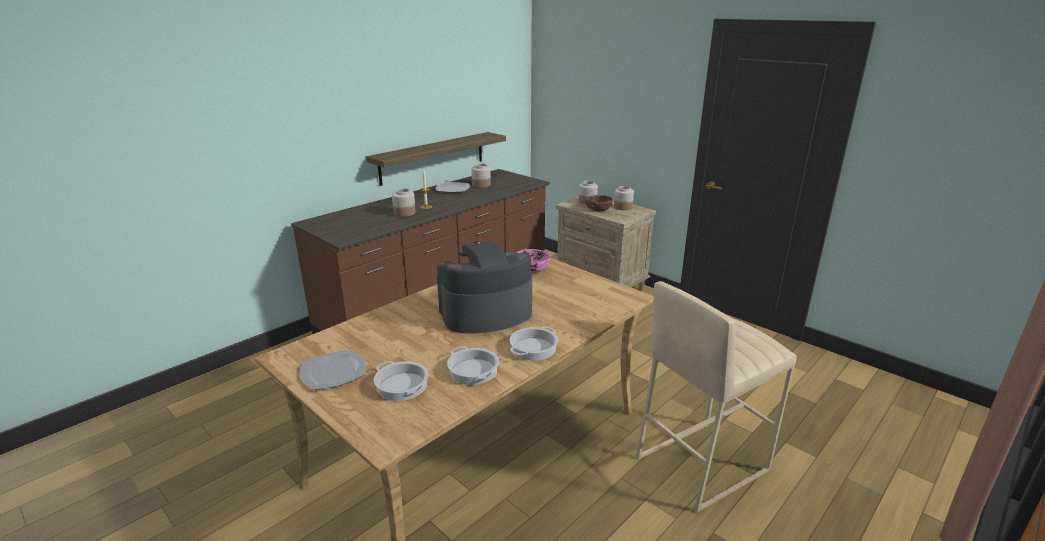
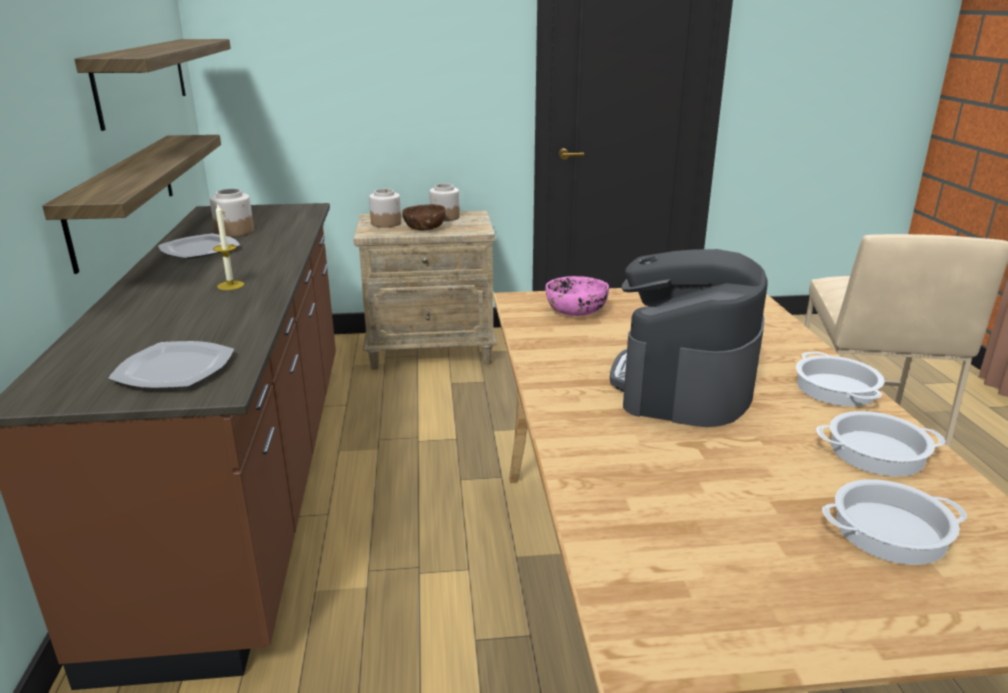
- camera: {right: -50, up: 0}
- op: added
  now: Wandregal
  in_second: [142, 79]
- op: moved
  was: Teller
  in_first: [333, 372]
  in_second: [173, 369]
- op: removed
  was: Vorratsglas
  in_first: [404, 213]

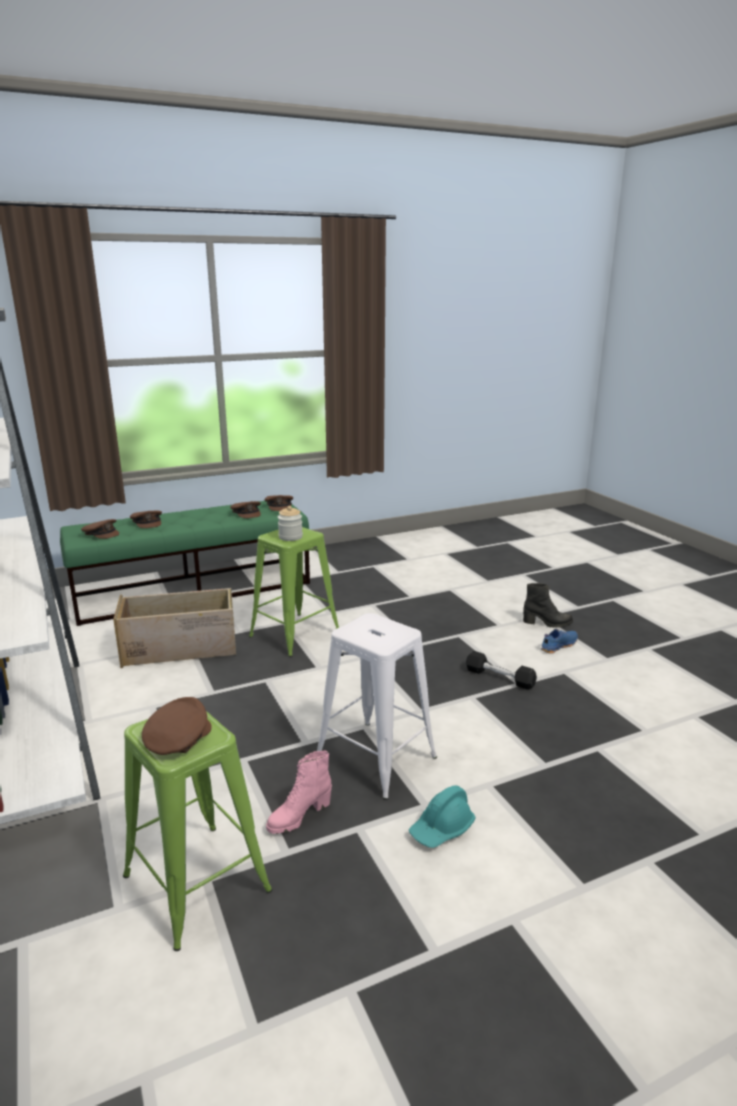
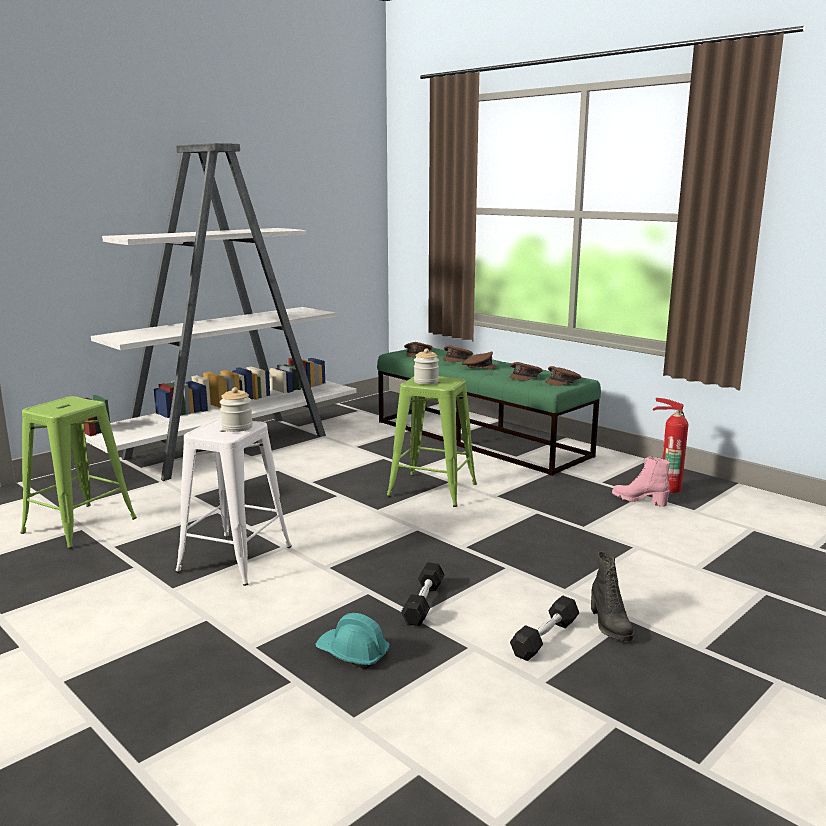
- camera: {right: 70, up: -5}
- op: added
  now: Vorratsglas
  in_second: [237, 427]
- op: moved
  was: Schutzhelm/türkis
  in_first: [442, 829]
  in_second: [352, 653]
- op: moved
  was: Kappe/braun
  in_first: [177, 738]
  in_second: [478, 367]
- op: replaced
  was: Schuh/blau
  now: Hantel/schwarz
  in_first: [558, 646]
  in_second: [545, 638]
- op: moved
  was: Stiefel/rosa
  in_first: [299, 816]
  in_second: [639, 500]
- op: added
  now: Feuerlöscher
  in_second: [669, 487]
- op: removed
  was: Kiste
  in_first: [181, 648]

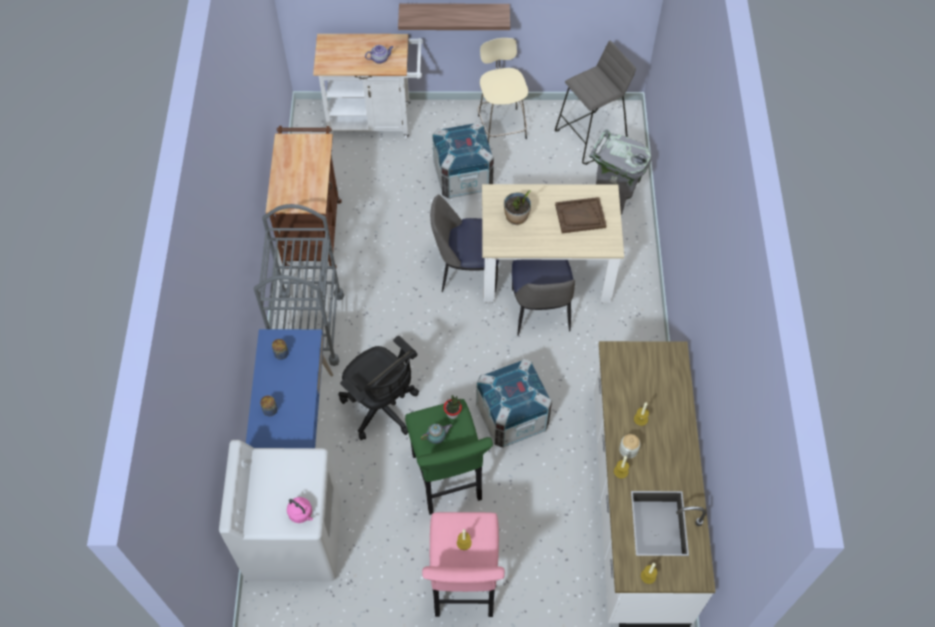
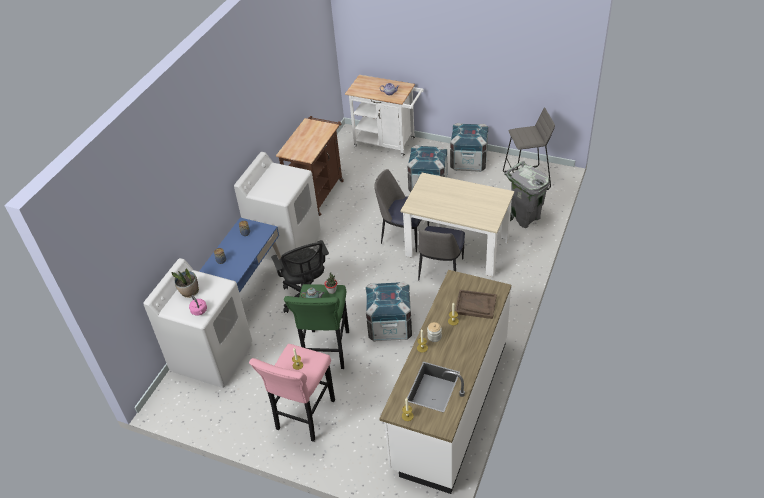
- camera: {right: 25, up: -15}
- op: moved
  was: Topfpflanze
  in_first: [516, 217]
  in_second: [189, 292]
- op: replaced
  was: Rollwagen/grau
  now: Waschmaschine/weiß
  in_first: [309, 328]
  in_second: [286, 243]
- op: replaced
  was: Hocker/beige
  now: Kiste
  in_first: [501, 125]
  in_second: [468, 162]
- op: moved
  was: Tablett/braun
  in_first: [580, 216]
  in_second: [475, 305]
- op: removed
  was: Wandregal
  in_first: [454, 14]

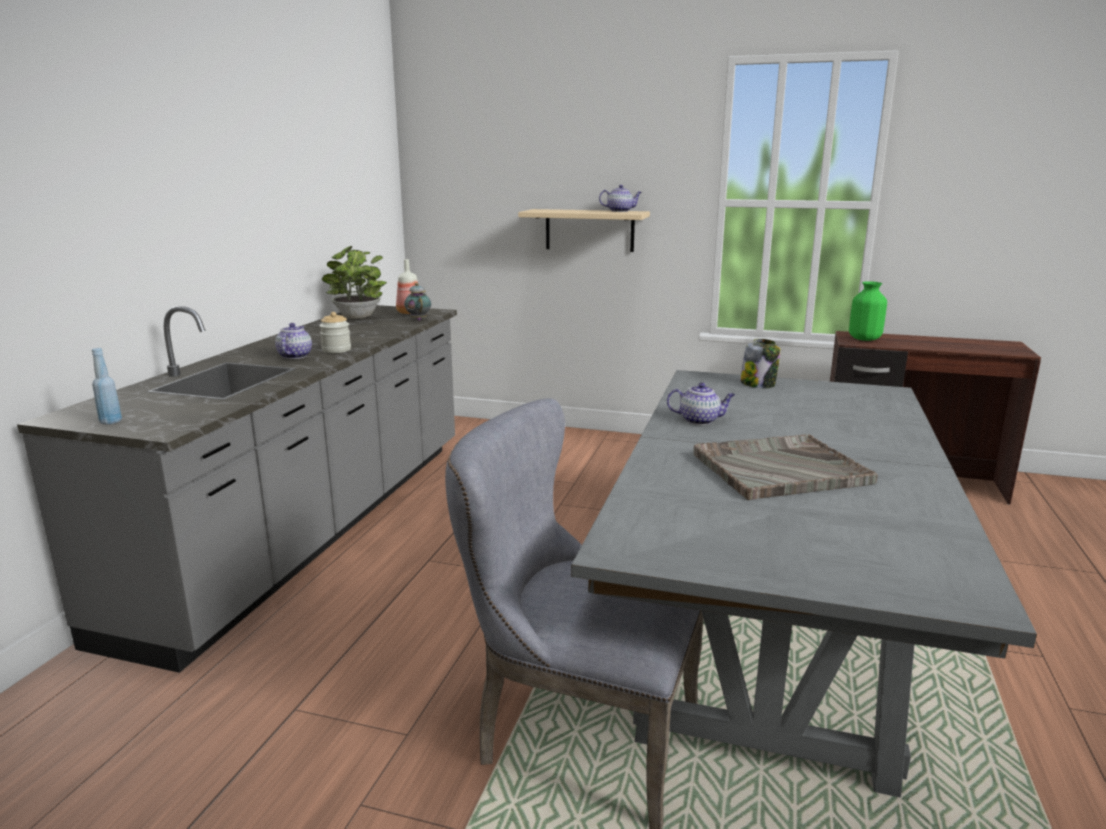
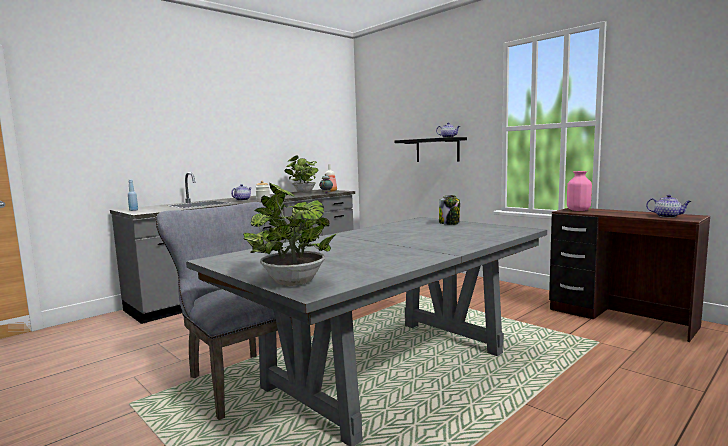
- camera: {right: 30, up: -10}
- op: added
  now: Topfpflanze
  in_second: [291, 281]
- op: recoloured
  was: Wandregal/beige
  now: Wandregal/schwarz
  in_first: [589, 230]
  in_second: [437, 150]
- op: recoloured
  was: Vase/grün
  now: Vase/rosa
  in_first: [864, 339]
  in_second: [578, 210]
- op: moved
  was: Teekanne
  in_first: [700, 420]
  in_second: [668, 216]
- op: removed
  was: Tablett/grau
  in_first: [778, 469]

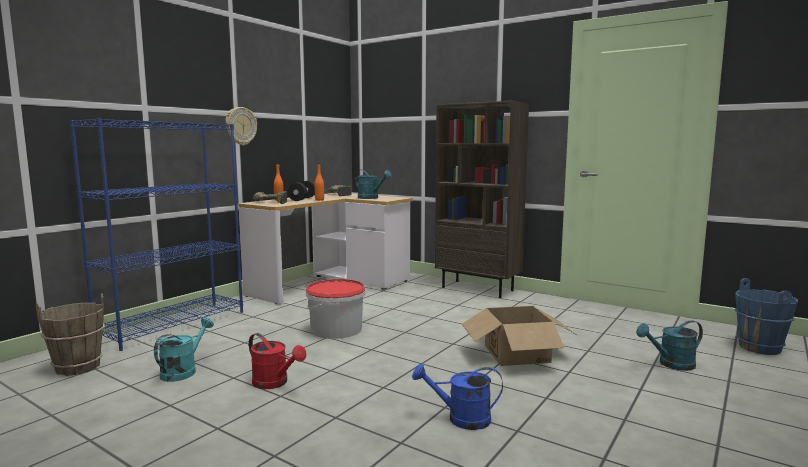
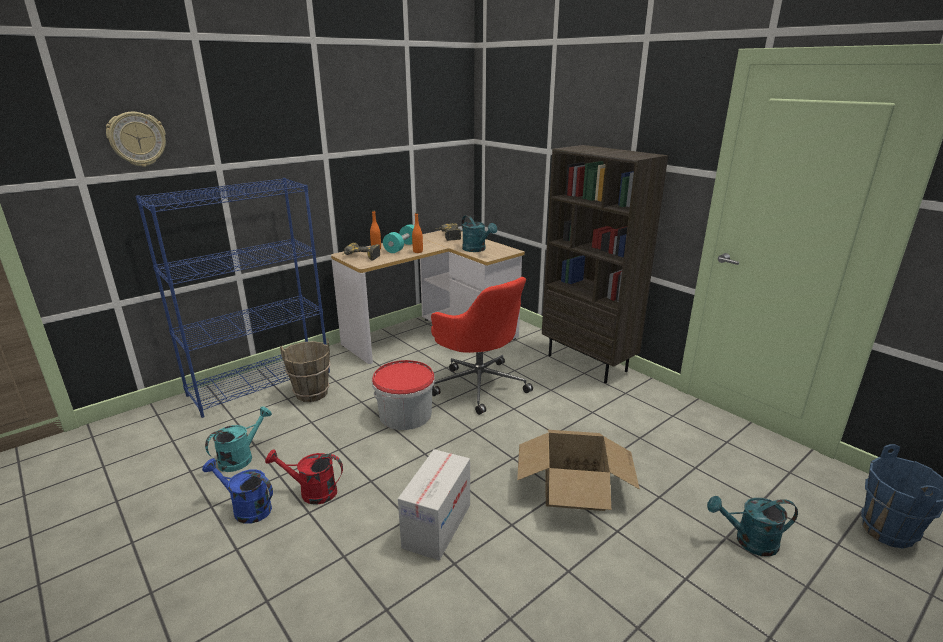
- camera: {right: 15, up: 15}
- op: moved
  was: Wanduhr
  in_first: [240, 126]
  in_second: [137, 139]
- op: moved
  was: Gießkanne/blau
  in_first: [461, 419]
  in_second: [246, 508]
- op: turned
  was: Gießkanne/rot
  in_first: [275, 383]
  in_second: [312, 492]
  clockwise: 135
- op: moved
  was: Eimer/braun
  in_first: [77, 367]
  in_second: [311, 393]
- op: recoloured
  was: Hantel/schwarz
  now: Hantel/türkis
  in_first: [302, 199]
  in_second: [402, 247]
- op: added
  now: Karton
  in_second: [437, 526]
- op: added
  now: Bürostuhl/rot
  in_second: [479, 384]

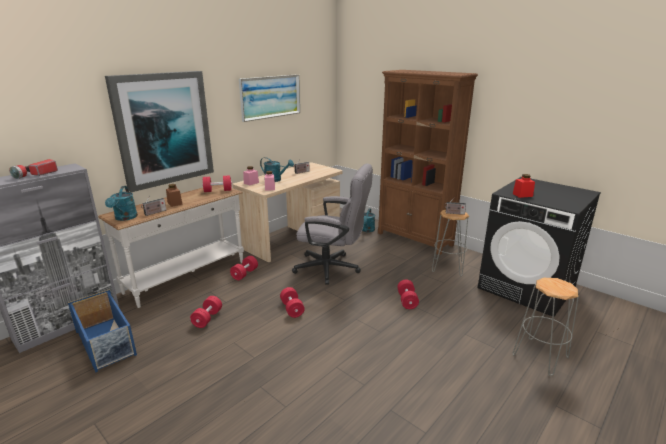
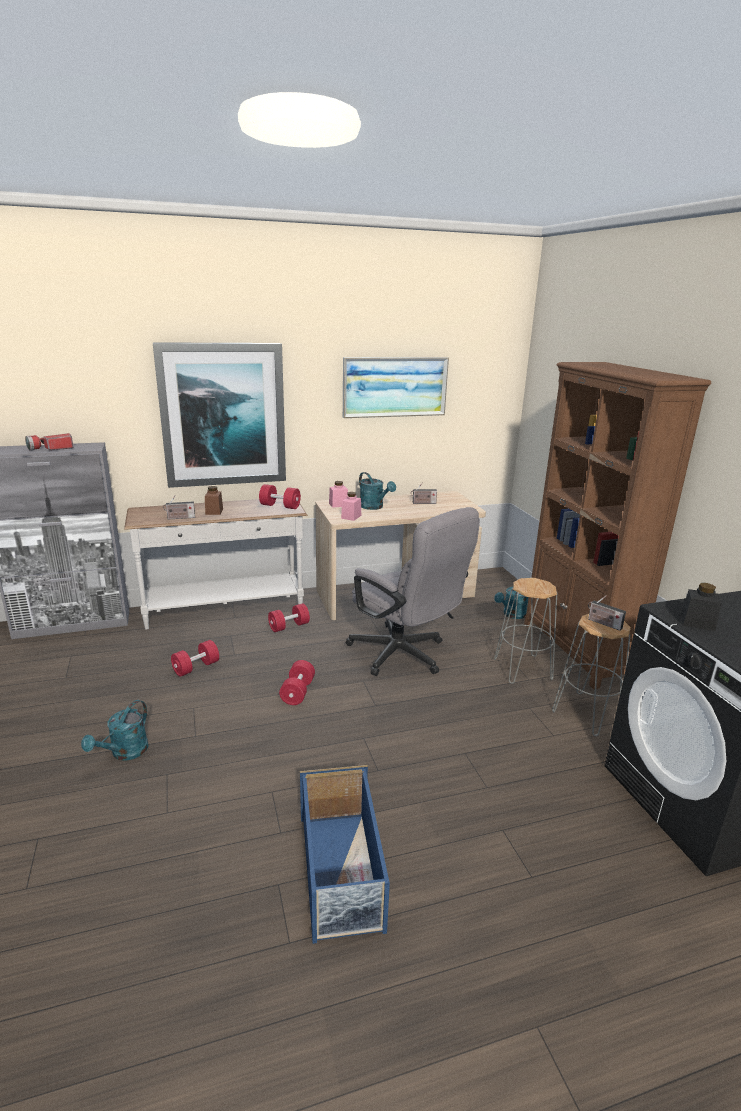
- camera: {right: 30, up: 0}
- op: moved
  was: Gießkanne/türkis
  in_first: [125, 218]
  in_second: [125, 753]
- op: moved
  was: Aufbewahrungsbox/blau
  in_first: [106, 343]
  in_second: [341, 872]
- op: moved
  was: Hocker/grau
  in_first: [540, 356]
  in_second: [523, 669]
- op: recoloured
  was: Vorratsglas/rot
  now: Vorratsglas/schwarz
  in_first: [522, 195]
  in_second: [697, 622]
- op: removed
  was: Hantel/rot
  in_first: [407, 301]

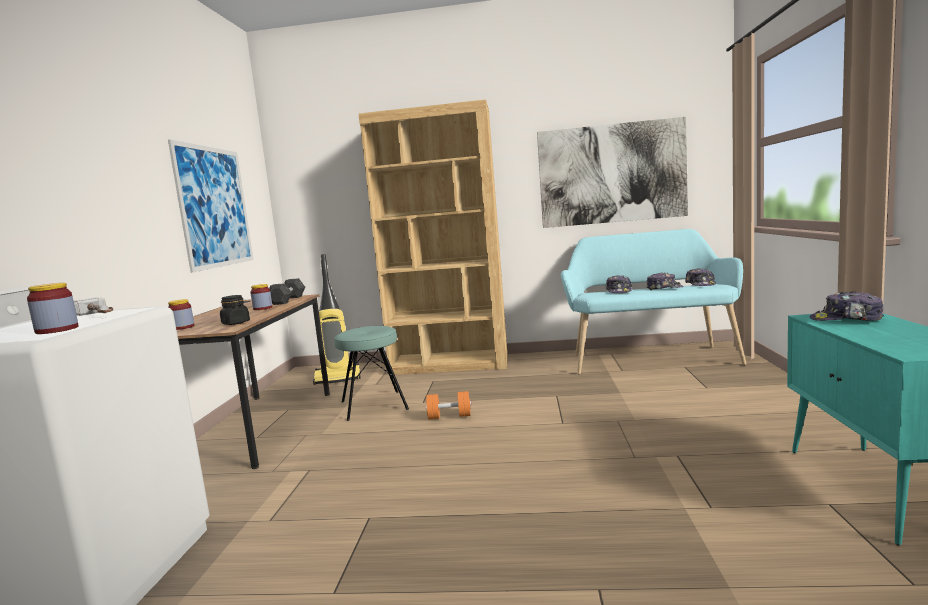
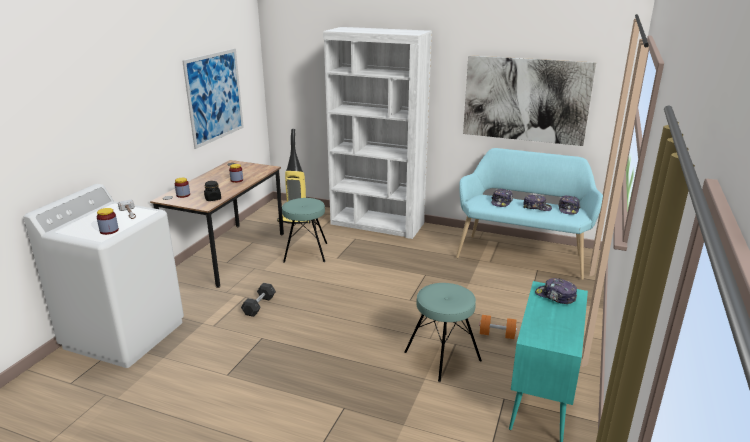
- camera: {right: 15, up: 15}
- op: moved
  was: Hantel/grau
  in_first: [288, 300]
  in_second: [259, 305]
- op: recoloured
  was: Bücherregal/braun
  now: Bücherregal/weiß
  in_first: [450, 364]
  in_second: [377, 224]
- op: added
  now: Hocker/türkis
  in_second: [442, 356]
- op: moved
  was: Hantel/orange
  in_first: [449, 416]
  in_second: [497, 334]

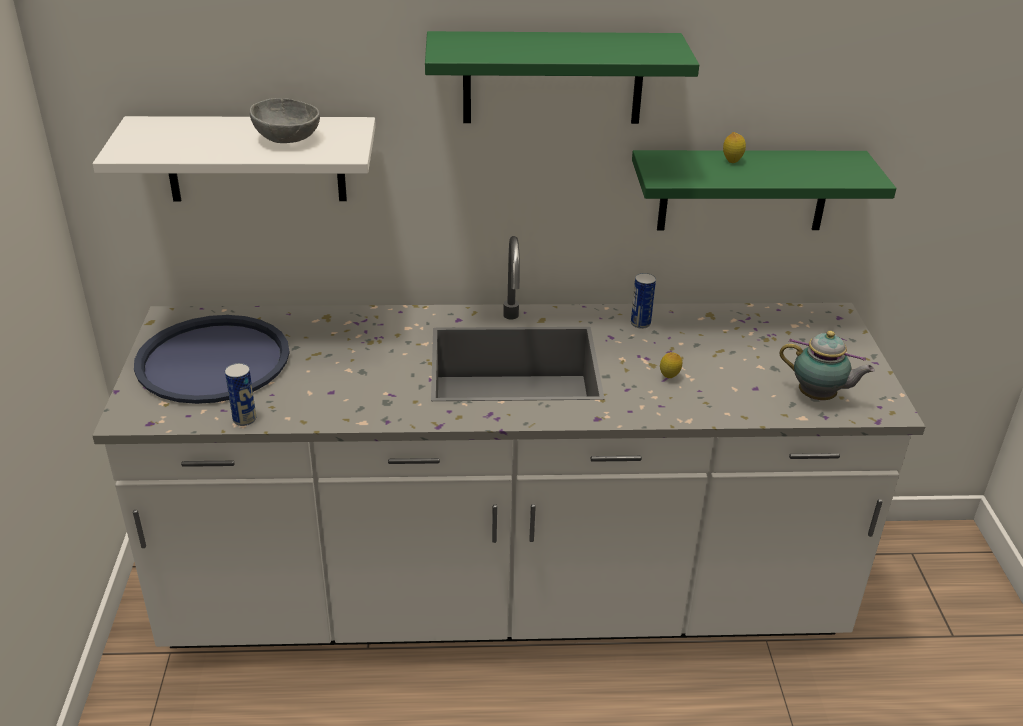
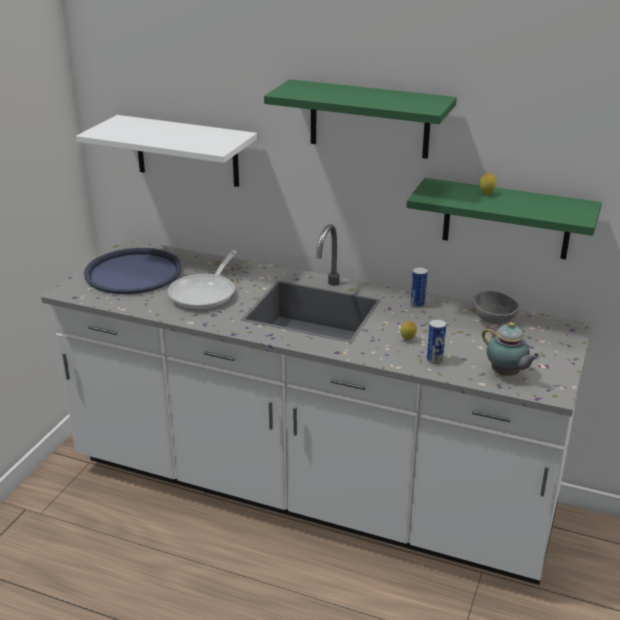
- camera: {right: 25, up: -5}
- op: added
  now: Pfanne
  in_second: [206, 293]
- op: moved
  was: Dose
  in_first: [244, 419]
  in_second: [434, 360]
- op: moved
  was: Schüssel/grau
  in_first: [288, 138]
  in_second: [494, 319]

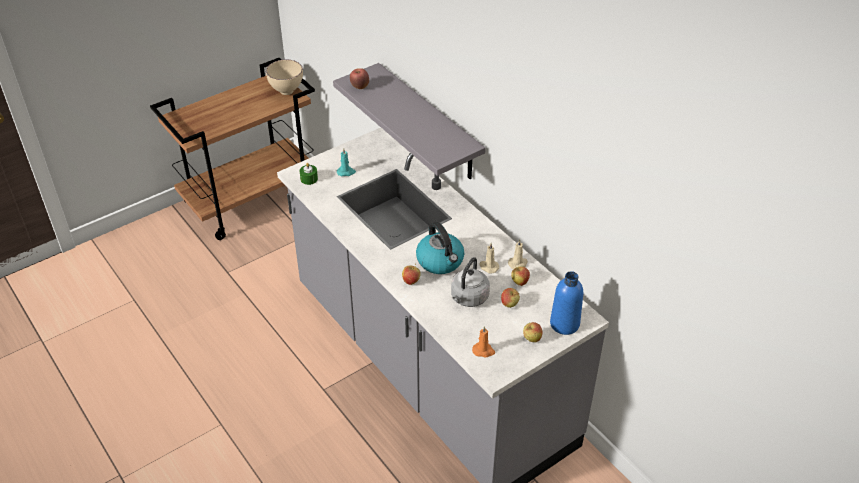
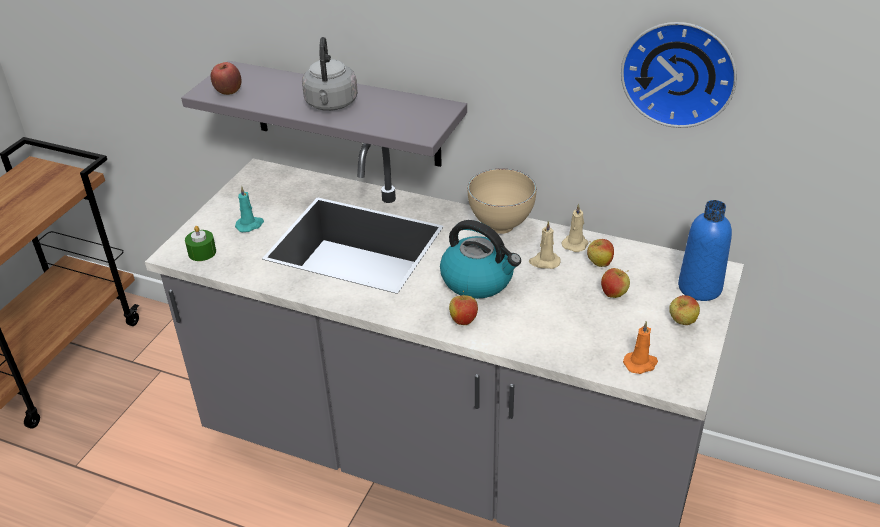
- camera: {right: -30, up: -5}
- op: moved
  was: Wasserkessel/grau
  in_first: [468, 298]
  in_second: [331, 104]
- op: moved
  was: Schüssel/beige
  in_first: [287, 92]
  in_second: [502, 227]
- op: added
  now: Wanduhr
  in_second: [679, 72]

